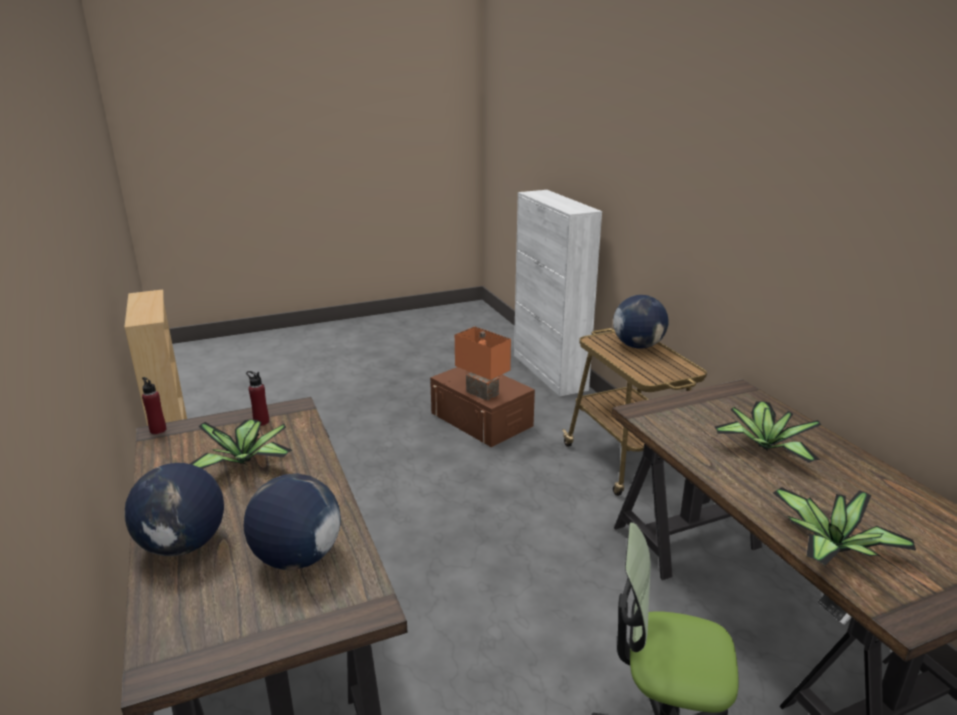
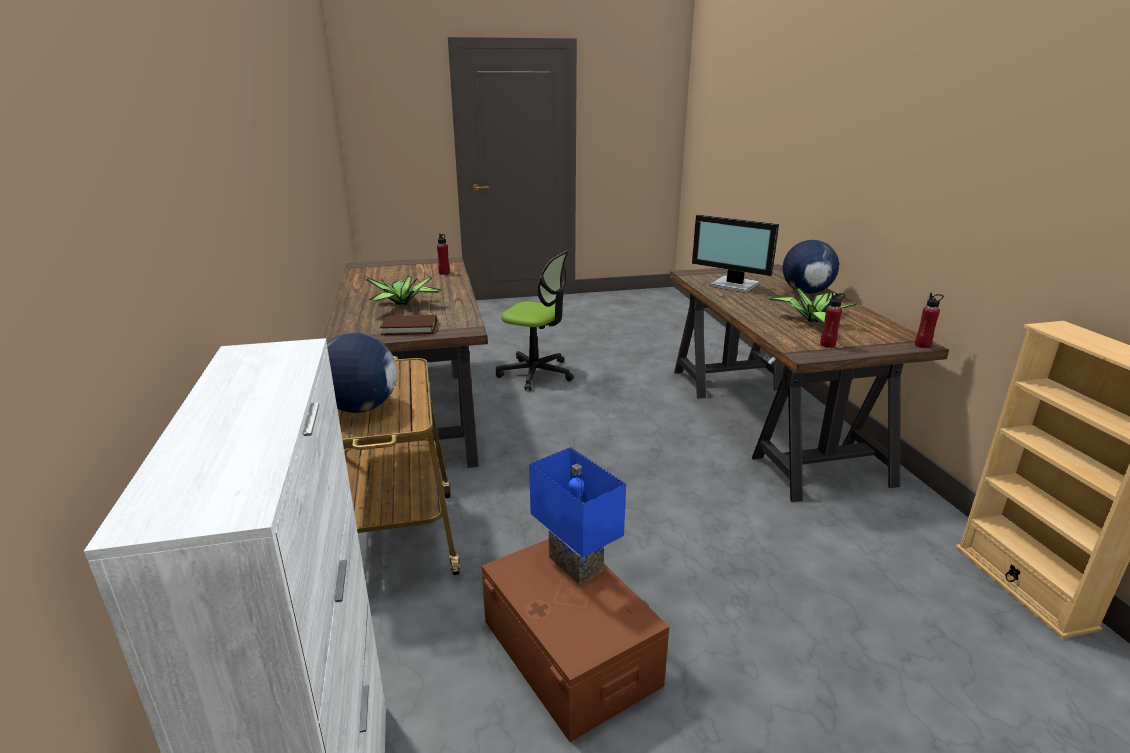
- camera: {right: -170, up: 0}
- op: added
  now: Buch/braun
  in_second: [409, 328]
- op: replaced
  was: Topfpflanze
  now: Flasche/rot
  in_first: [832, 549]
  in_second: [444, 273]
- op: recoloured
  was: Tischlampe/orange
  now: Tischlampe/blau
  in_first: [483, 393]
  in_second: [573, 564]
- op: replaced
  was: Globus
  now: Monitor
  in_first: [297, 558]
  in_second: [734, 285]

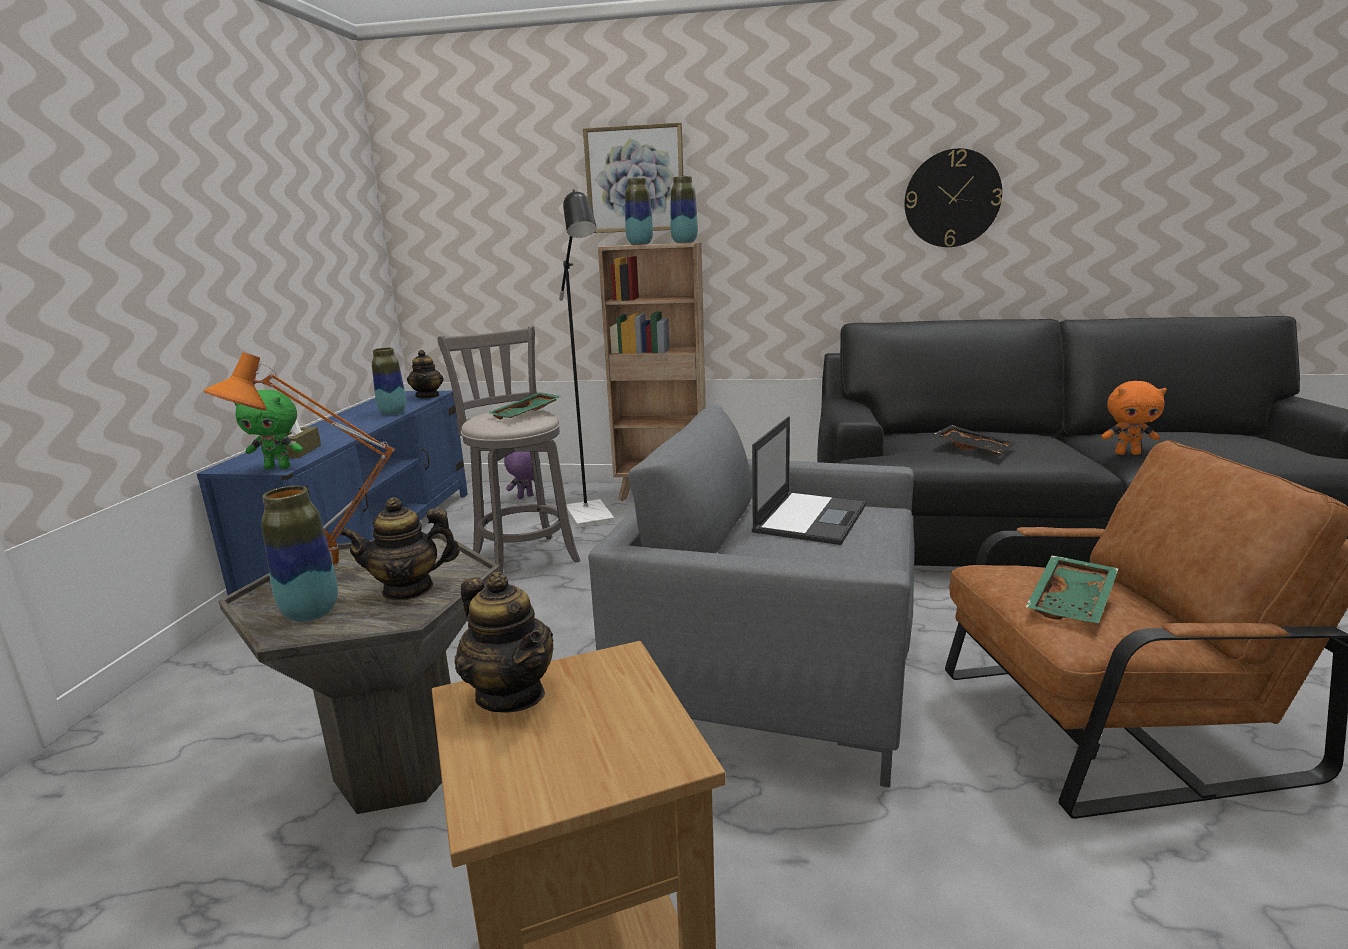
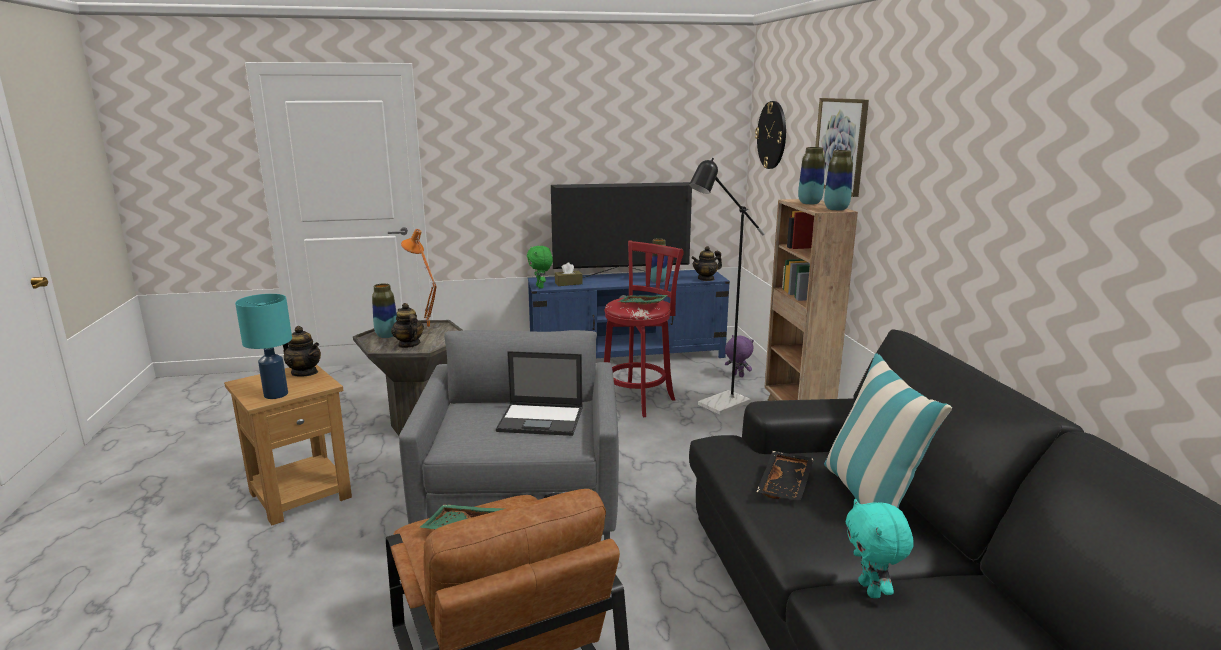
- camera: {right: 70, up: 0}
- op: added
  now: Tischlampe/türkis
  in_second: [277, 394]
- op: turned
  was: Teekanne
  in_first: [511, 694]
  in_second: [305, 373]
  clockwise: -90
- op: added
  now: Fernseher
  in_second: [621, 276]
- op: recoloured
  was: Hocker/grau
  now: Hocker/rot
  in_first: [523, 557]
  in_second: [639, 399]
- op: moved
  was: Wanduhr
  in_first: [952, 198]
  in_second: [772, 135]
- op: added
  now: Kissen
  in_second: [870, 499]
- op: recoloured
  was: Plüschtier/orange
  now: Plüschtier/türkis
  in_first: [1127, 453]
  in_second: [871, 590]

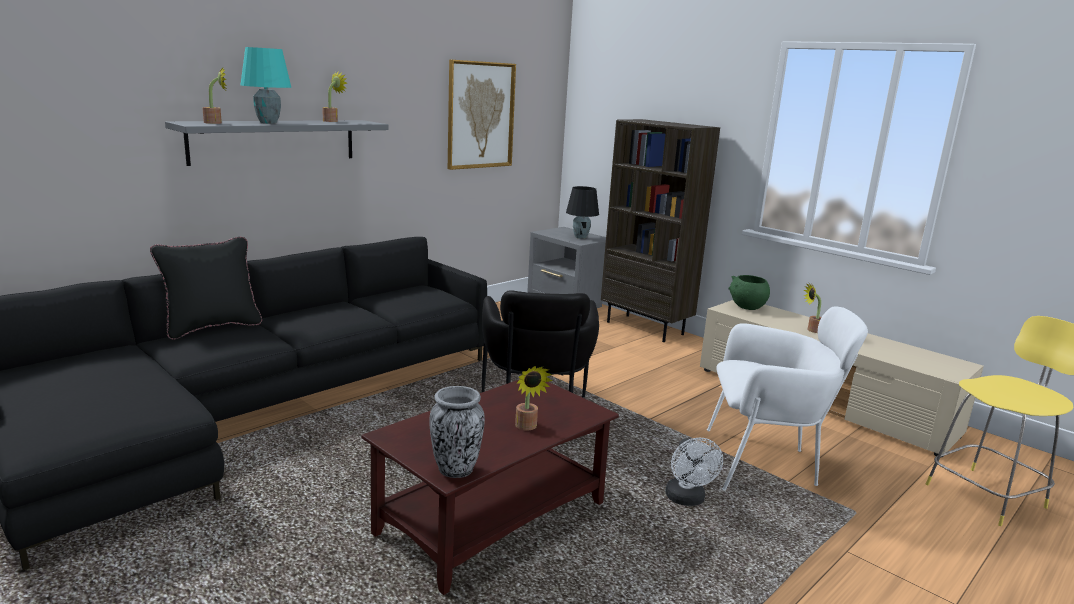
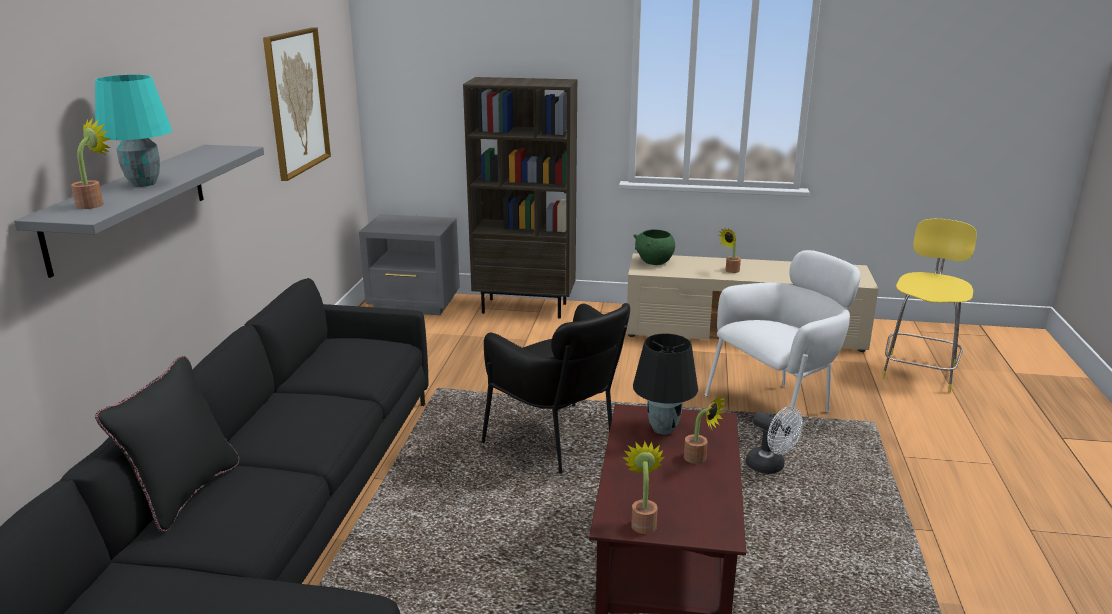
- camera: {right: -35, up: 5}
- op: moved
  was: Topfpflanze
  in_first: [332, 121]
  in_second: [643, 522]
- op: moved
  was: Tischlampe/schwarz
  in_first: [580, 237]
  in_second: [662, 429]
- op: removed
  was: Vase
  in_first: [456, 470]

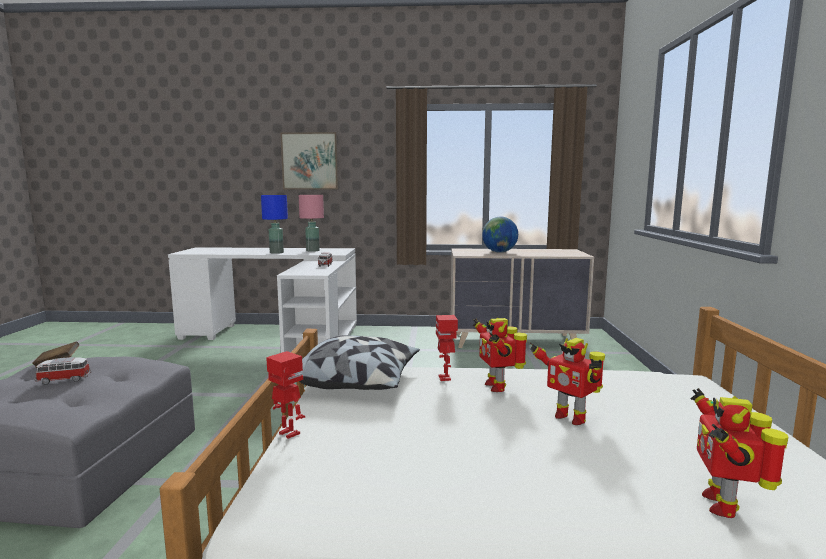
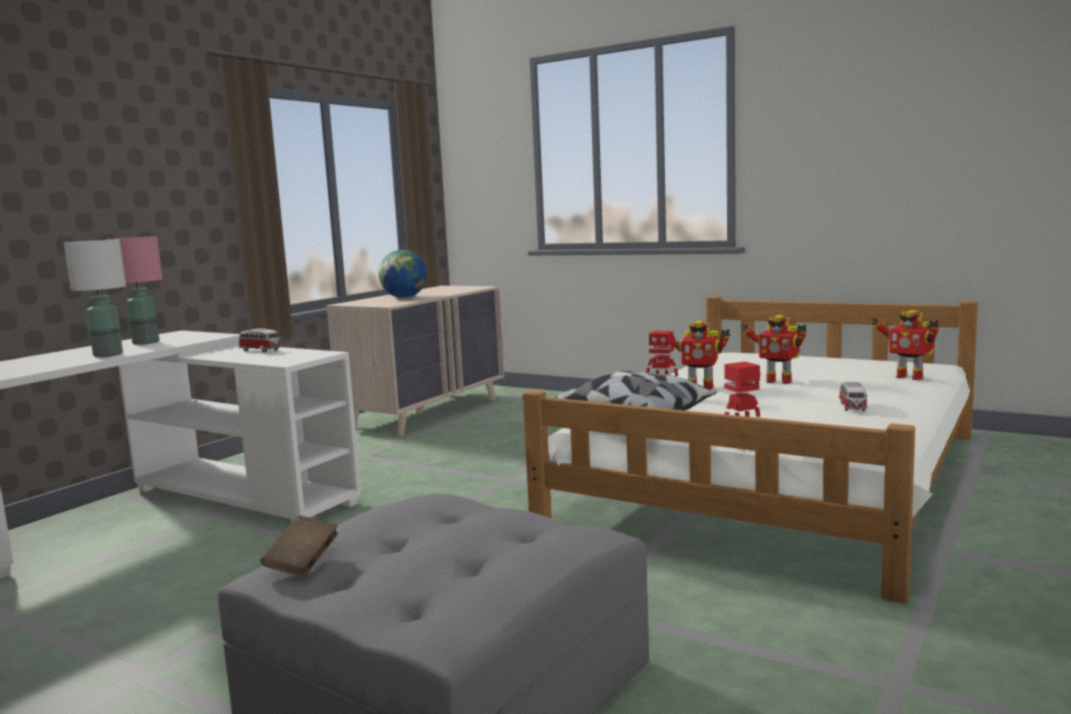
- camera: {right: -60, up: 0}
- op: recoloured
  was: Tischlampe/blau
  now: Tischlampe/weiß
  in_first: [277, 252]
  in_second: [109, 355]
- op: turned
  was: Spielzeugroboter
  in_first: [570, 417]
  in_second: [778, 381]
  clockwise: 45
- op: moved
  was: Spielzeugauto
  in_first: [63, 380]
  in_second: [852, 407]
- op: removed
  was: Bild
  in_first: [310, 161]

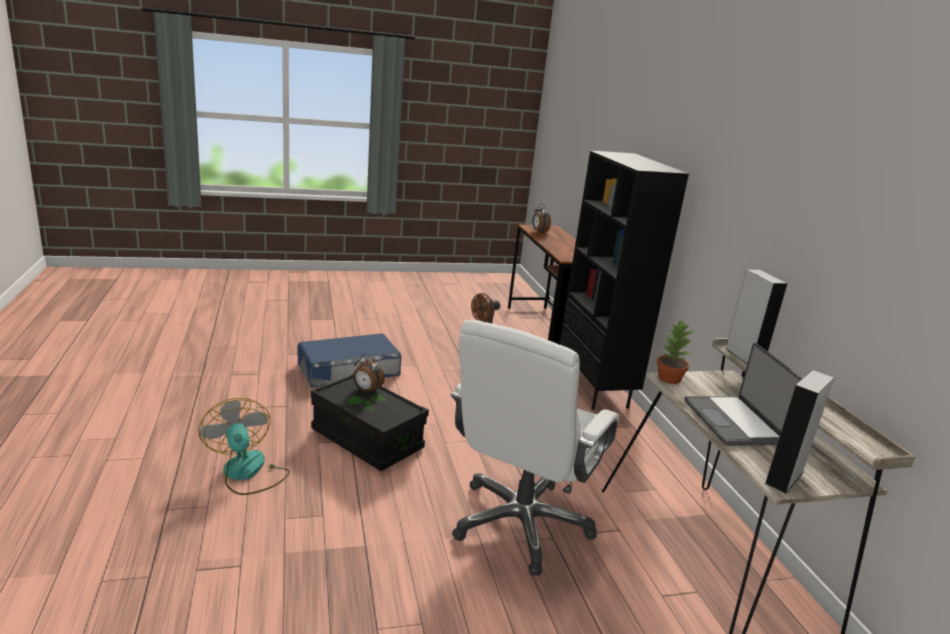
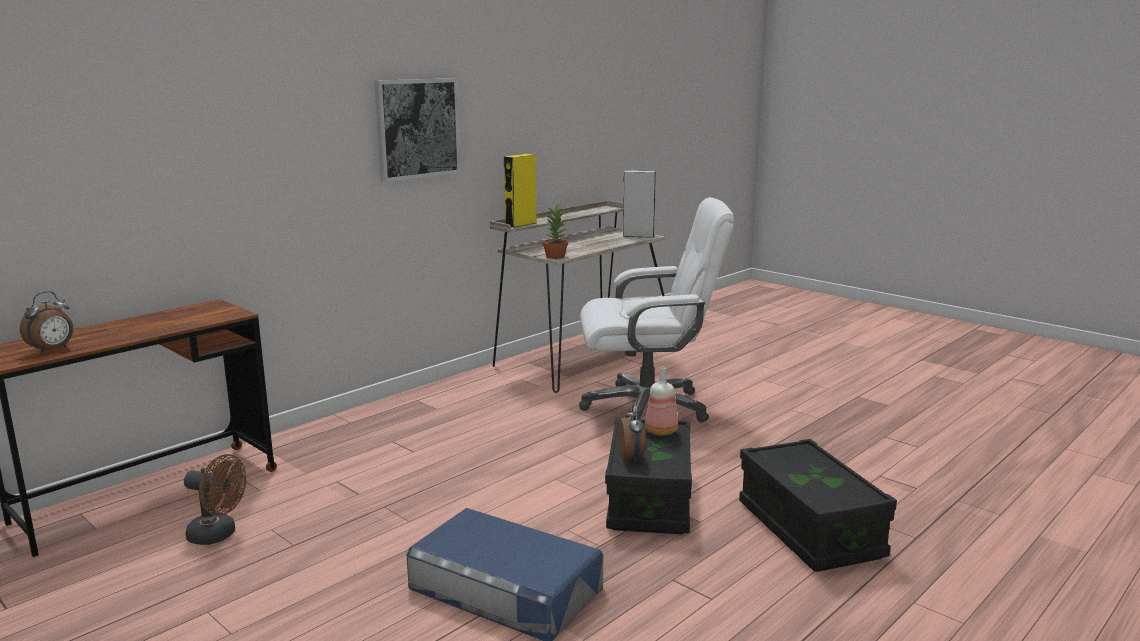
- camera: {right: -120, up: -5}
- op: added
  now: Bild
  in_second: [417, 128]
- op: recoloured
  was: Lautsprecher/grau
  now: Lautsprecher/gelb
  in_first: [744, 357]
  in_second: [520, 224]
- op: added
  now: Flasche
  in_second: [662, 431]
- op: replaced
  was: Ventilator
  now: Aufbewahrungsbox/schwarz
  in_first: [247, 473]
  in_second: [809, 530]
- op: removed
  was: Bücherregal/schwarz
  in_first: [595, 389]
- op: removed
  was: Laptop
  in_first: [734, 422]

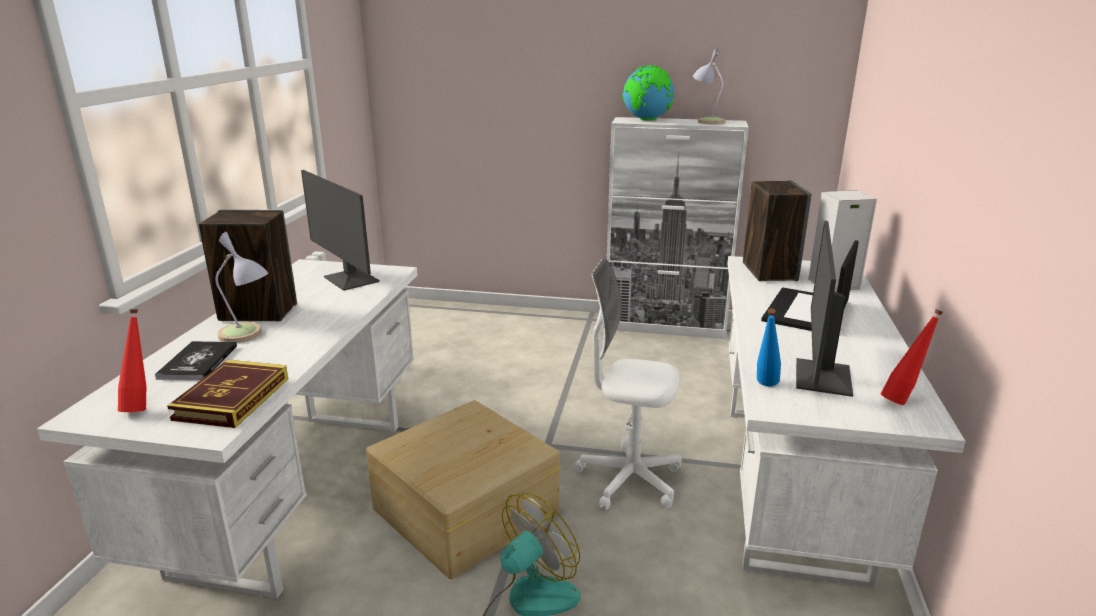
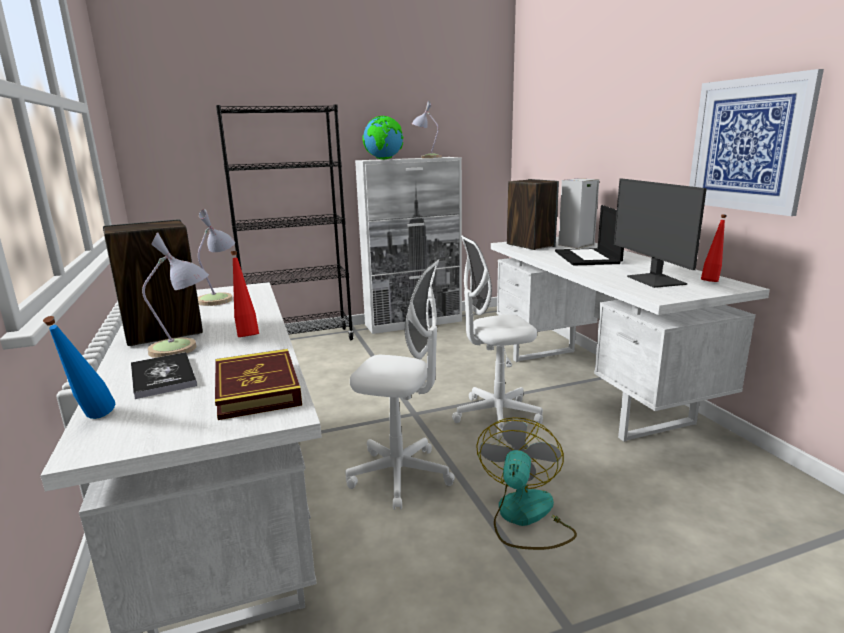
- camera: {right: -30, up: -5}
- op: moved
  was: Flasche/blau
  in_first: [764, 387]
  in_second: [92, 420]
- op: replaced
  was: Monitor
  now: Tischlampe
  in_first: [350, 280]
  in_second: [220, 298]
- op: added
  now: Bücherregal/schwarz
  in_second: [300, 341]
- op: moved
  was: Flasche/rot
  in_first: [142, 406]
  in_second: [247, 335]
- op: replaced
  was: Aufbewahrungsbox/beige
  now: Bürostuhl/weiß
  in_first: [464, 510]
  in_second: [400, 476]
- op: added
  now: Bild
  in_second: [748, 145]

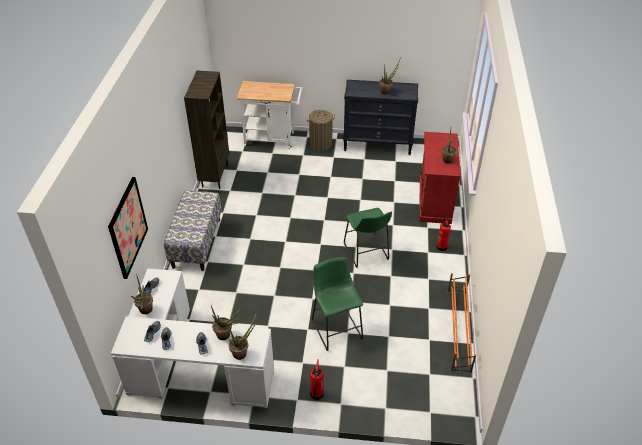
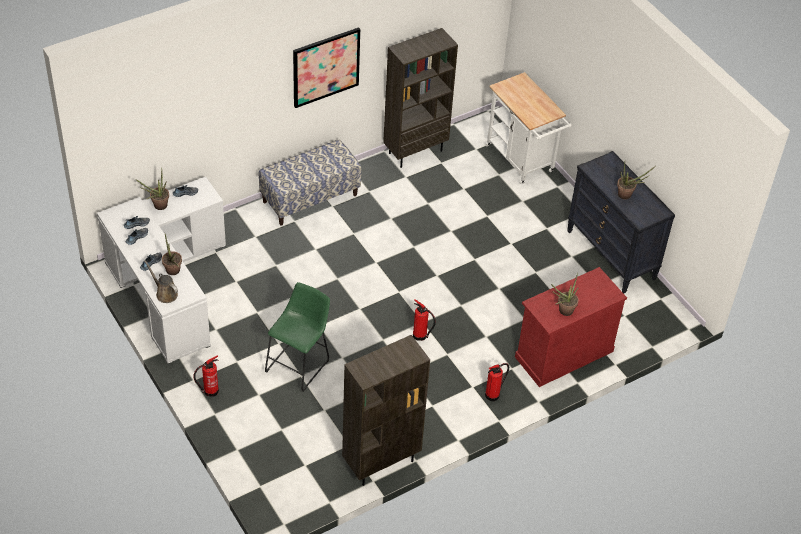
- camera: {right: 50, up: 5}
- op: replaced
  was: Topfpflanze
  now: Gießkanne/braun
  in_first: [242, 352]
  in_second: [165, 293]
- op: moved
  was: Bild
  in_first: [127, 227]
  in_second: [326, 67]
- op: replaced
  was: Schuhregal/orange
  now: Bücherregal/braun
  in_first: [458, 331]
  in_second: [381, 464]
- op: replaced
  was: Hocker/grün
  now: Feuerlöscher
  in_first: [366, 253]
  in_second: [420, 336]
- op: removed
  was: Wäschekorb
  in_first: [320, 144]

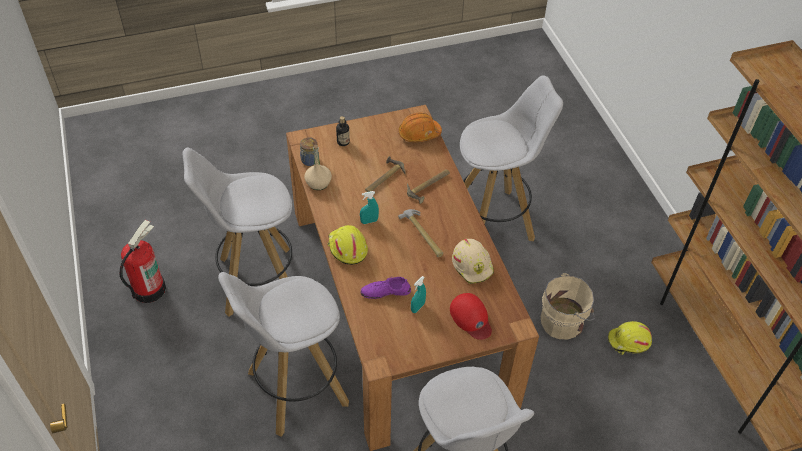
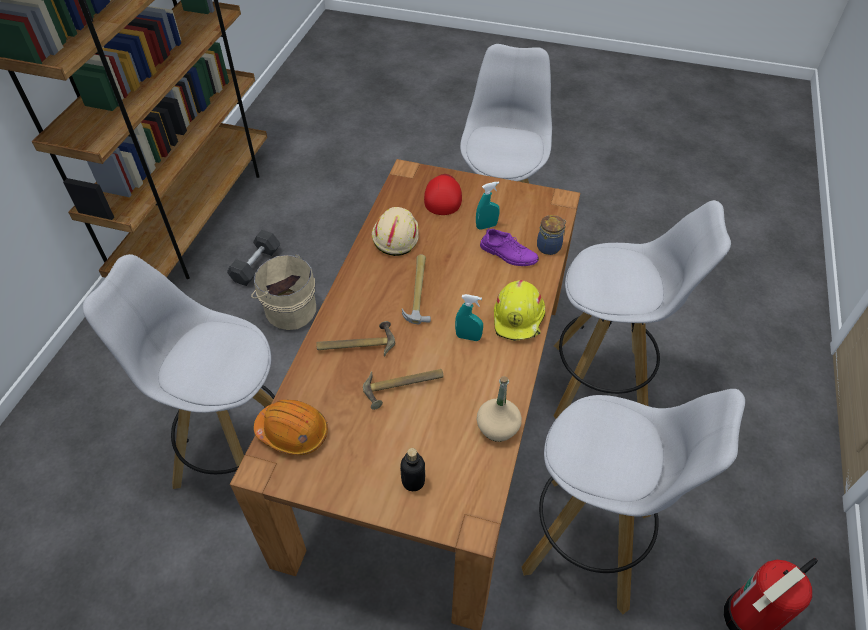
- camera: {right: -145, up: 0}
- op: replaced
  was: Schutzhelm/gelb
  now: Hantel/grau
  in_first: [628, 342]
  in_second: [256, 265]
- op: moved
  was: Vorratsglas
  in_first: [309, 161]
  in_second: [550, 247]

